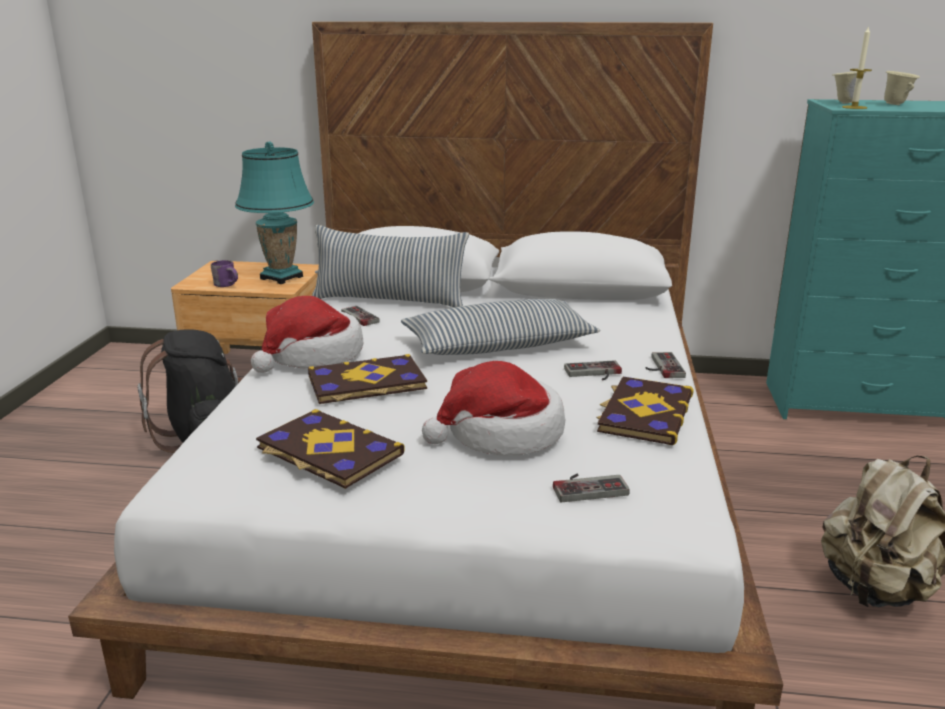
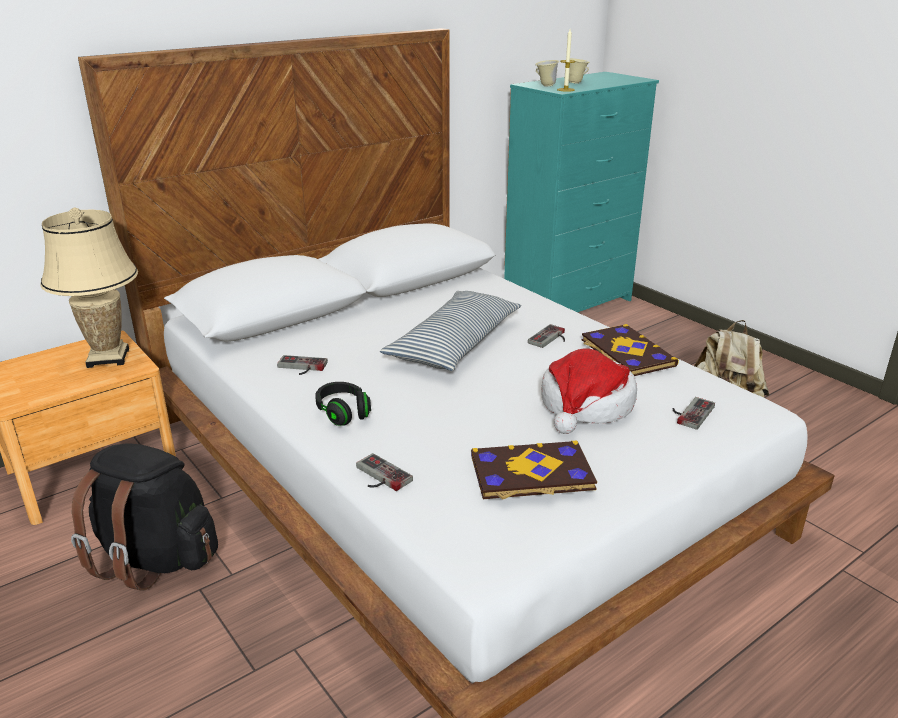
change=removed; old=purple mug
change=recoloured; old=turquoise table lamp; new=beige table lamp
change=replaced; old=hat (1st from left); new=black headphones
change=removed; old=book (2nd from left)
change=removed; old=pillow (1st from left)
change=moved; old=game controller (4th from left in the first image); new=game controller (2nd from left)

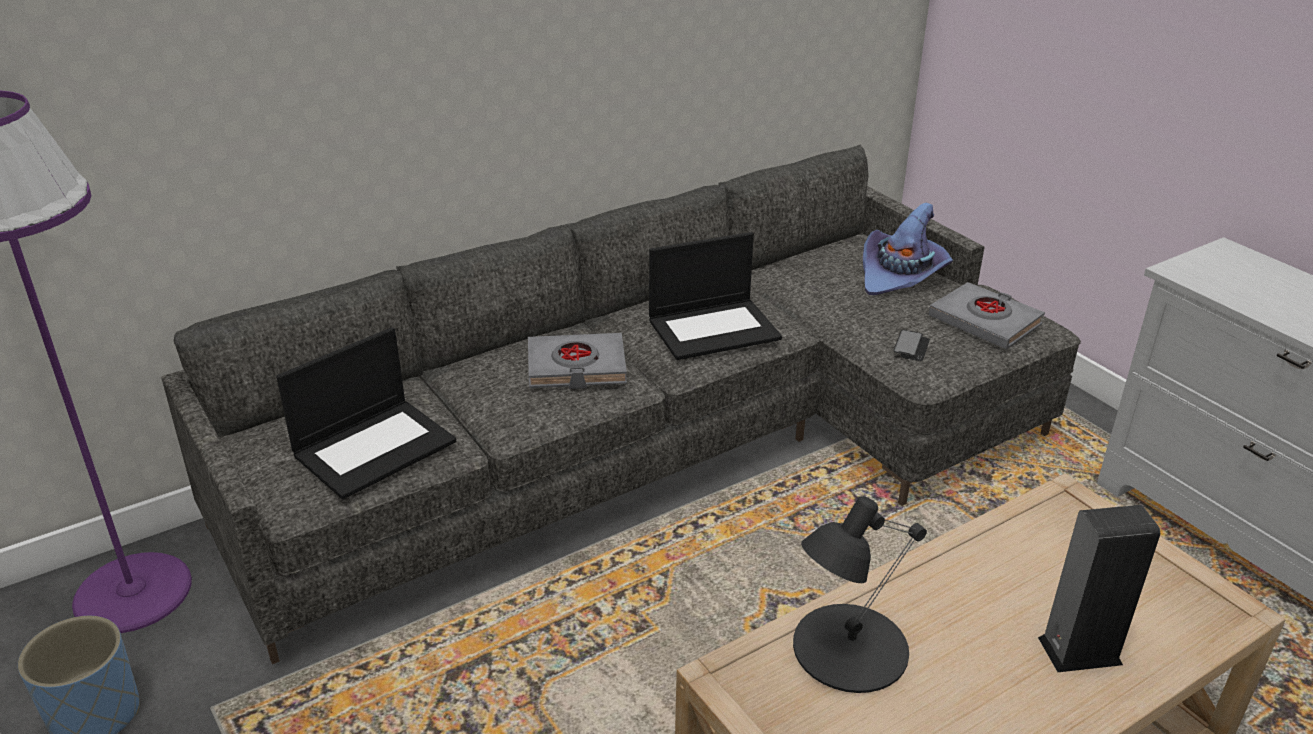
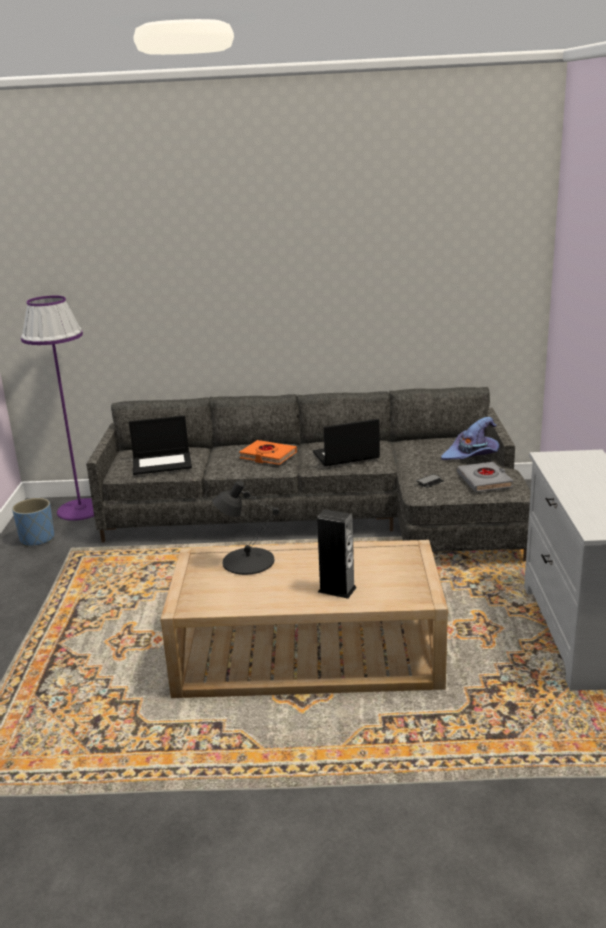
change=recoloured; old=grey book (1st from left); new=orange book
change=turned; old=laptop (2nd from left); degrees=150

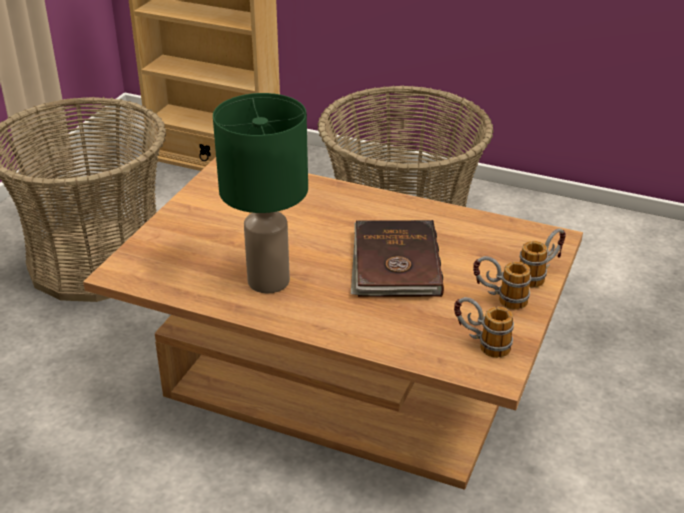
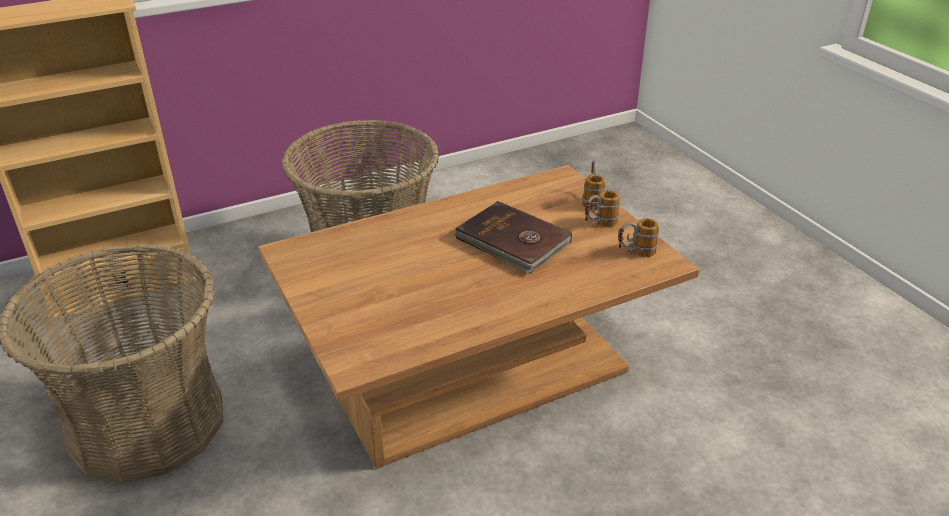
change=removed; old=green table lamp

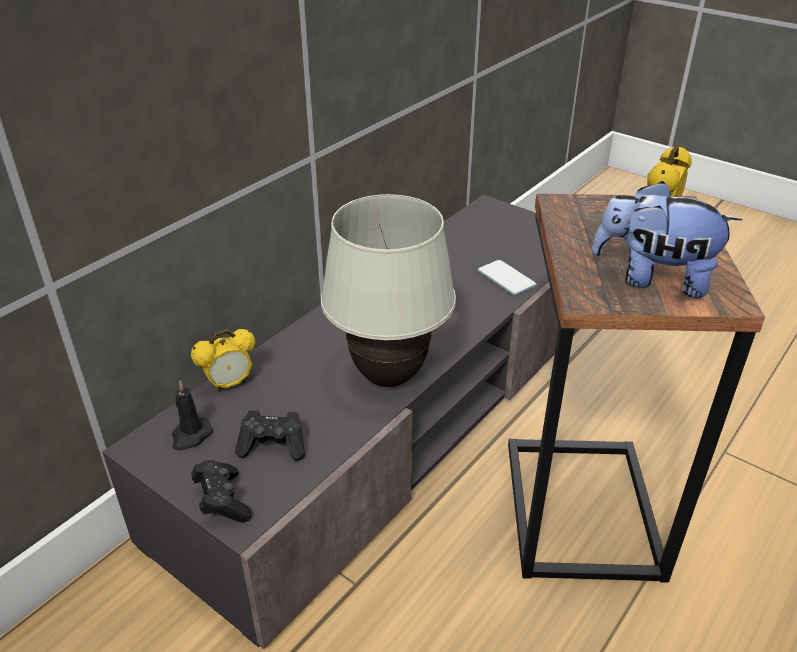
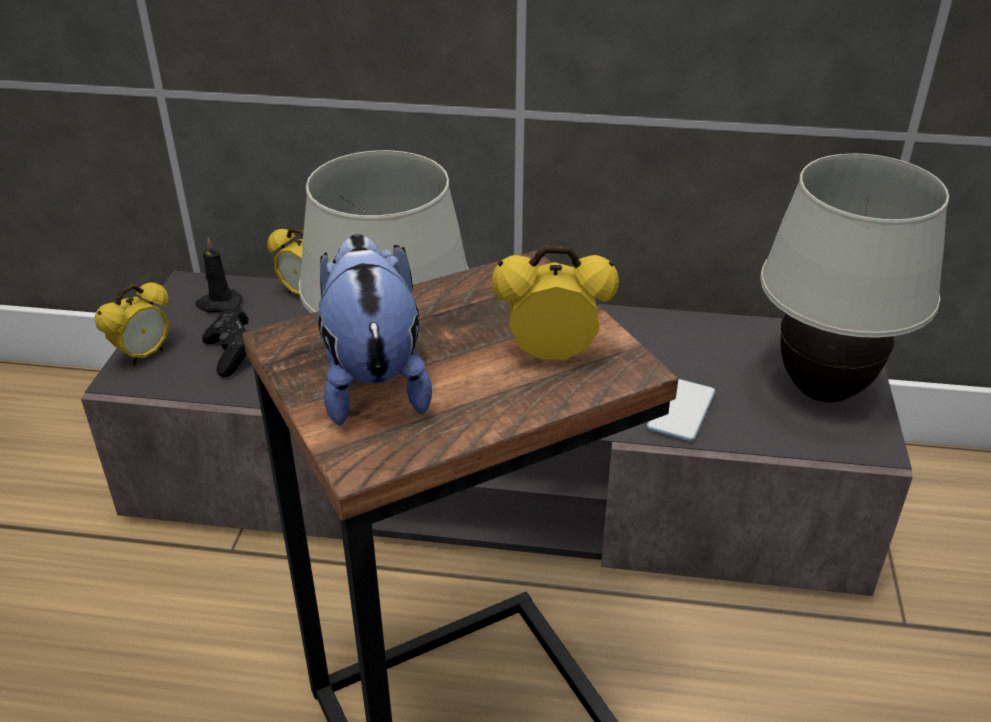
change=replaced; old=black game controller (1st from left); new=alarm clock (1st from left)
change=added; new=white table lamp (2nd from left)

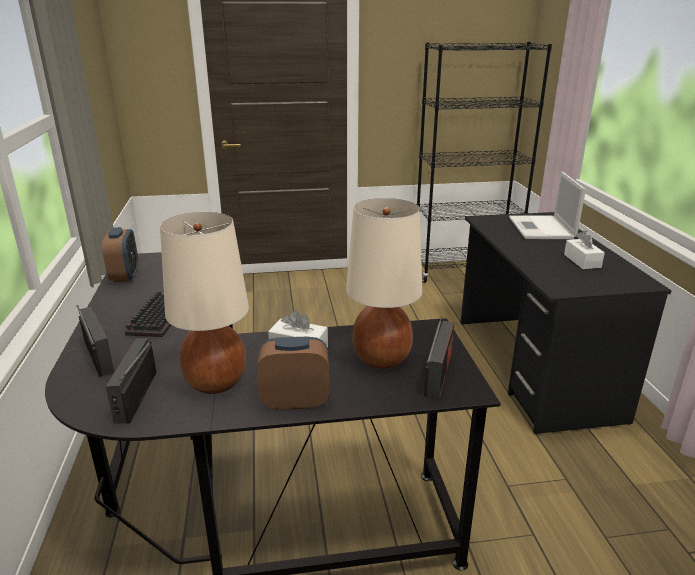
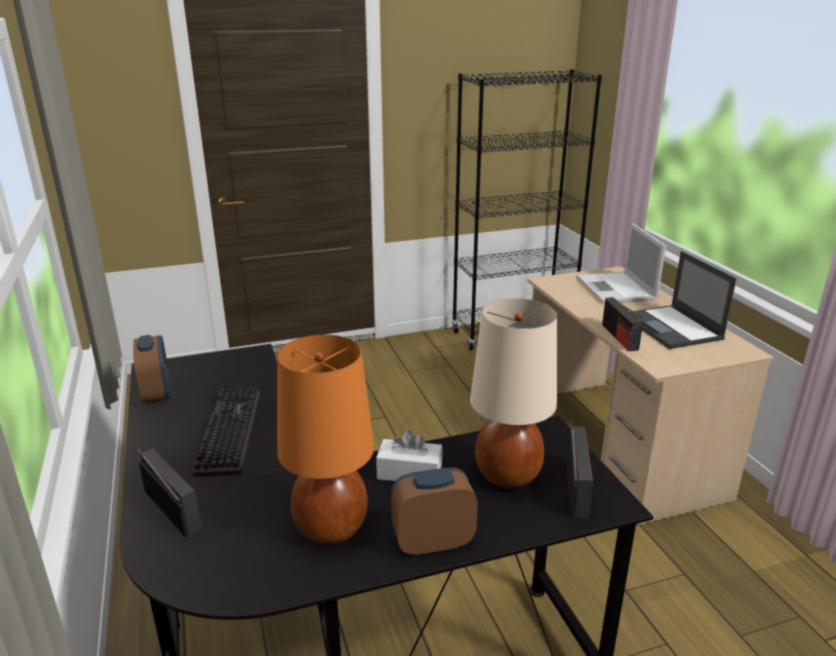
change=moved; old=radio (2nd from left in the first image); new=radio (3rd from left)
change=recoloured; old=beige table lamp (1st from left); new=orange table lamp
change=recoloured; old=black desk (2nd from left); new=beige desk
change=replaced; old=white tissue box (2nd from left); new=laptop (2nd from left)

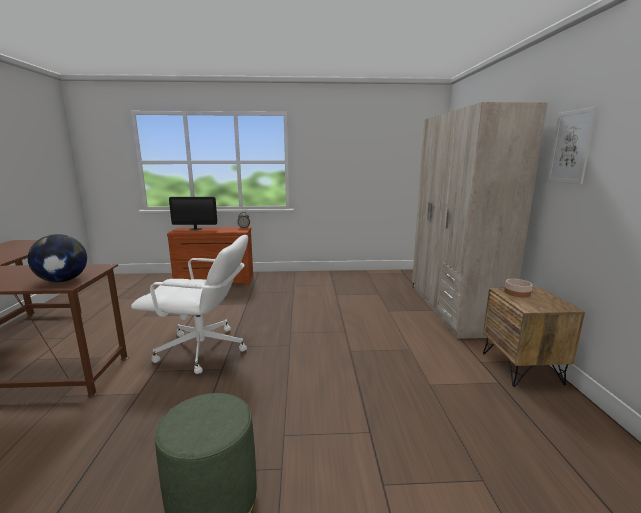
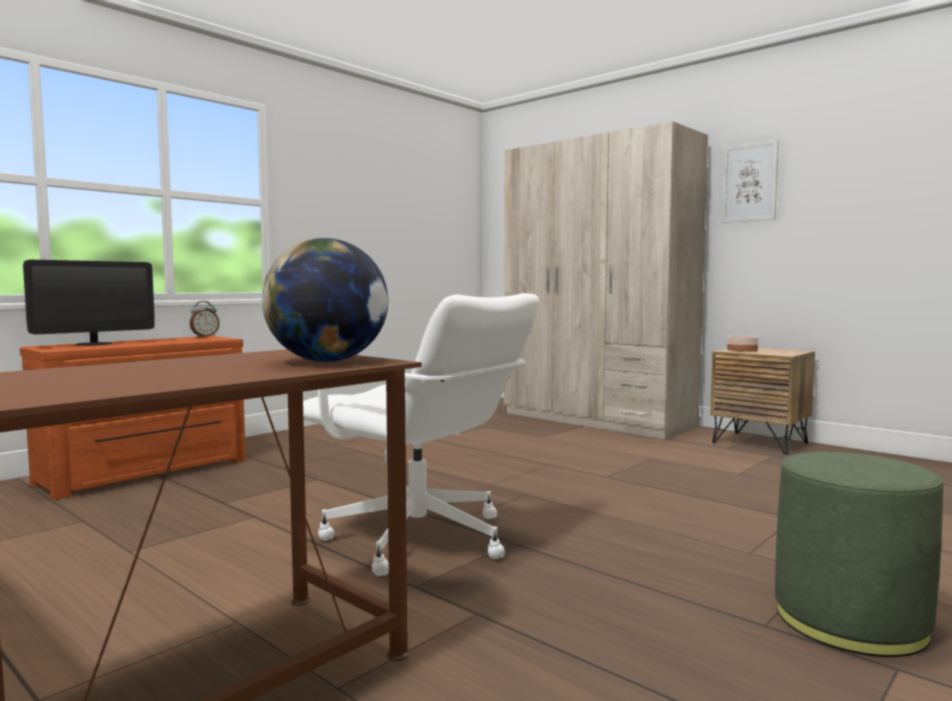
change=turned; old=white office chair; degrees=75

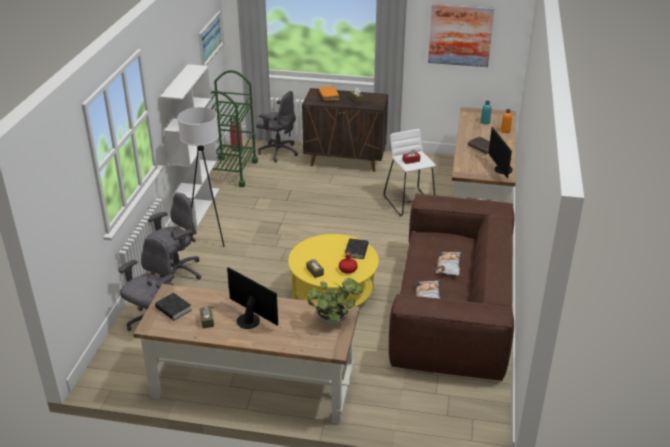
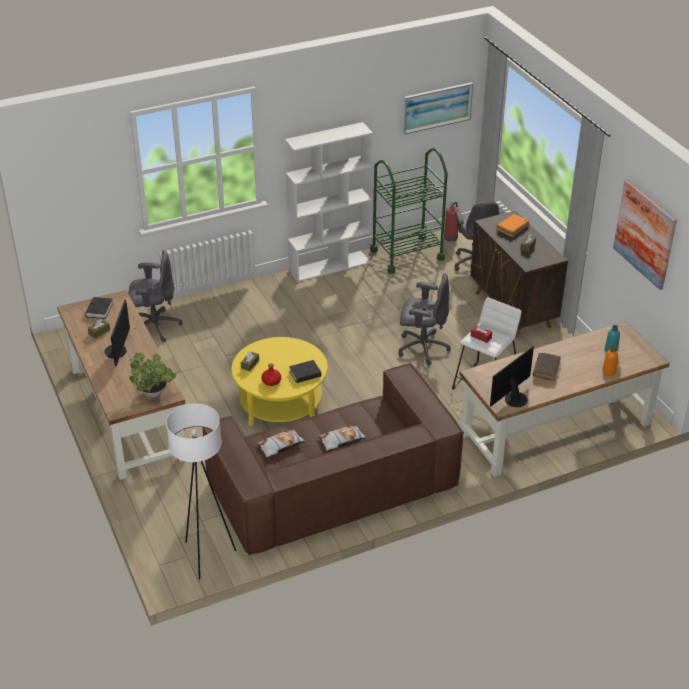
change=moved; old=grey office chair (2nd from left)
change=moved; old=white floor lamp

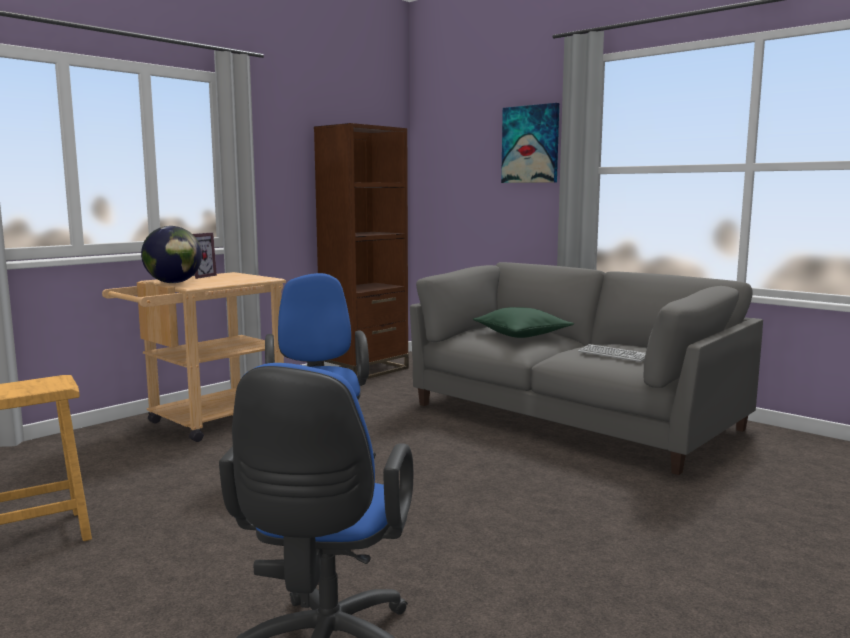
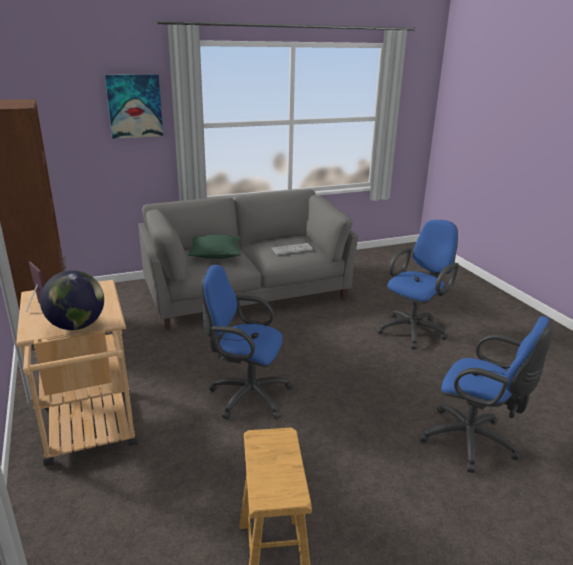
change=added; new=blue office chair (2nd from left)

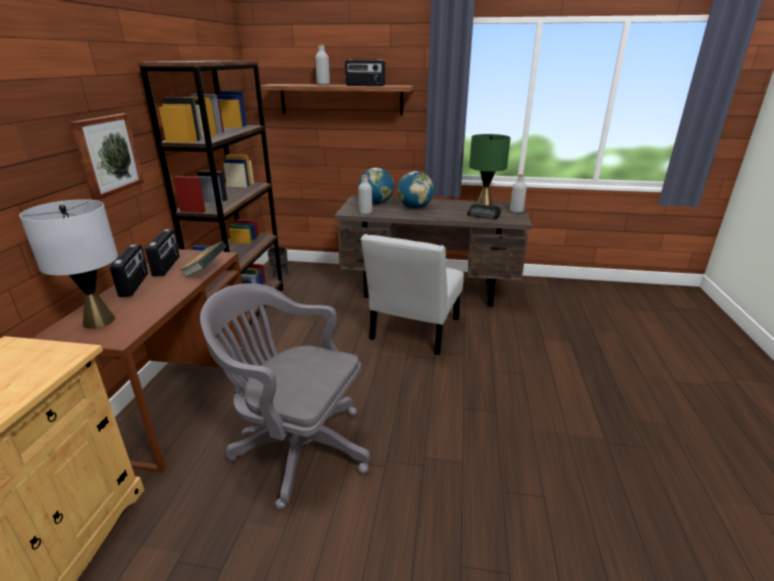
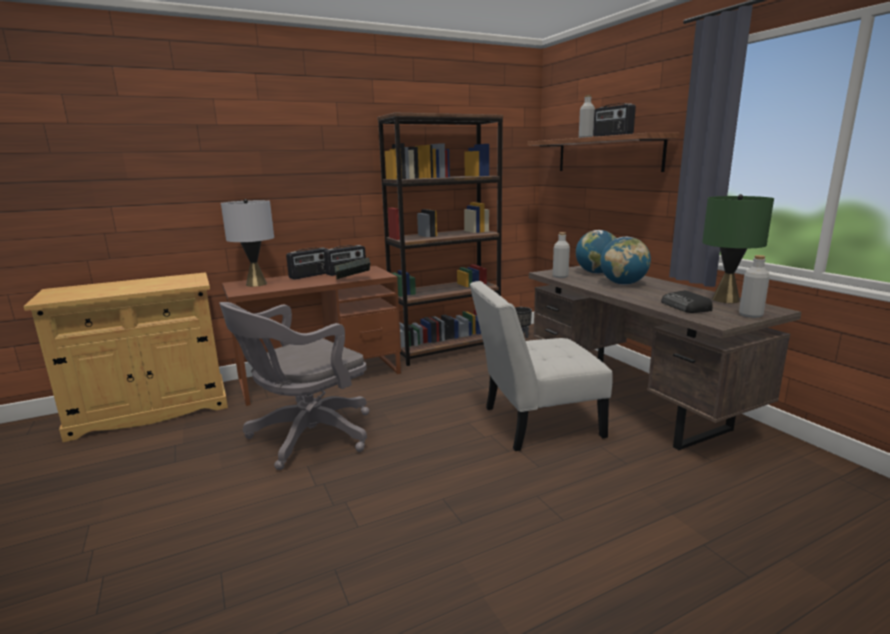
change=removed; old=picture
change=turned; old=grey office chair; degrees=-120

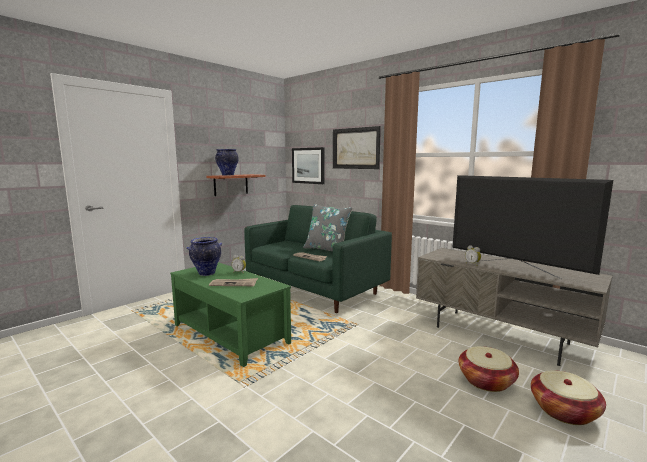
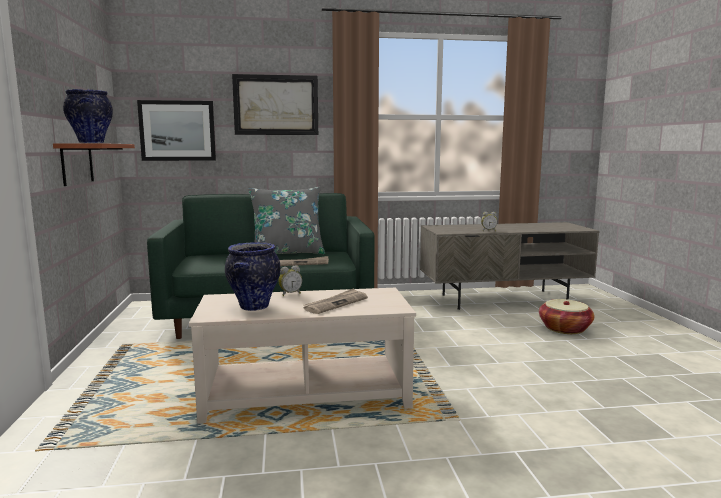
change=recoloured; old=green coffee table; new=beige coffee table
change=removed; old=television
change=removed; old=basket (2nd from left)

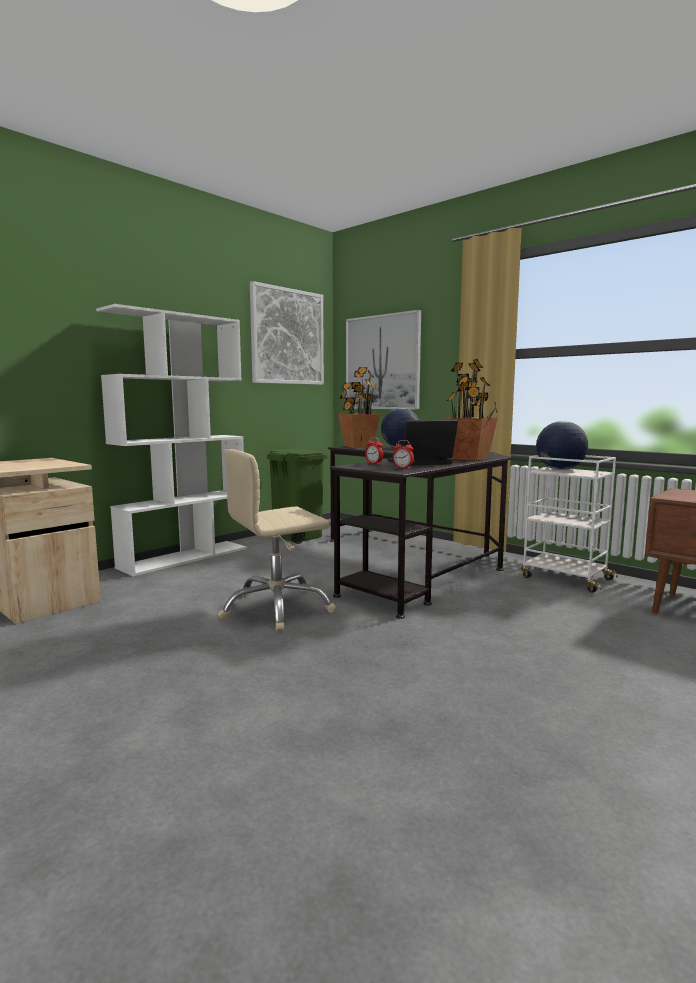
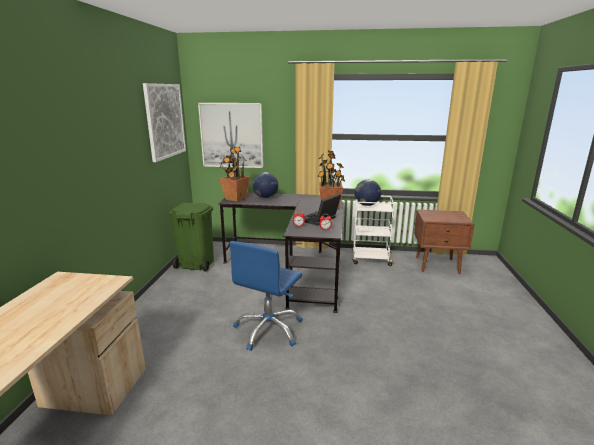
change=removed; old=white bookcase
change=recoloured; old=beige office chair; new=blue office chair

